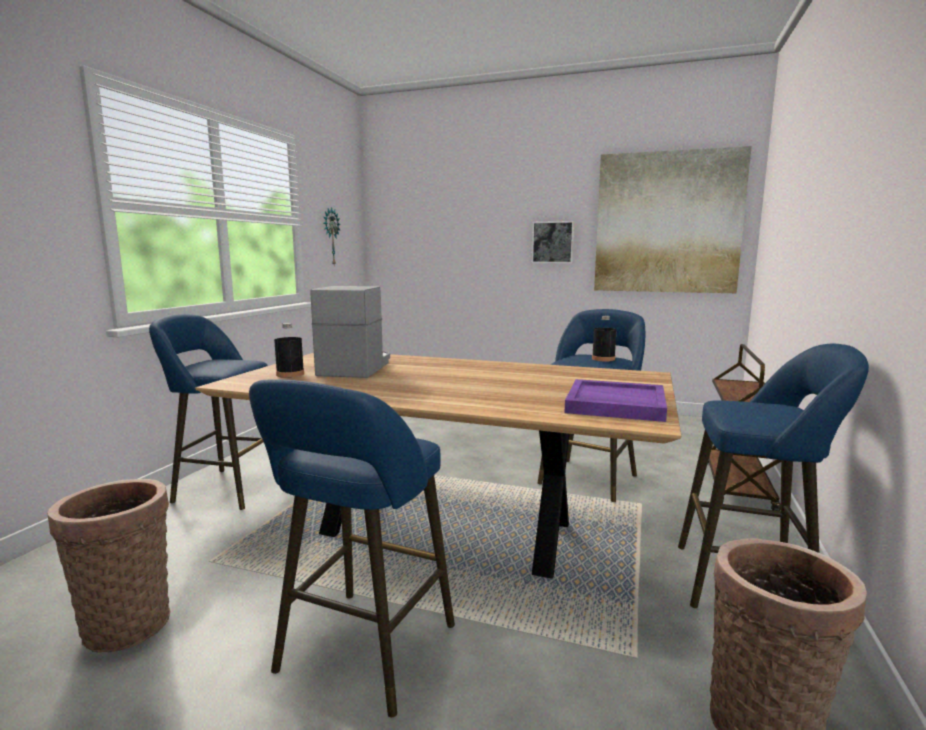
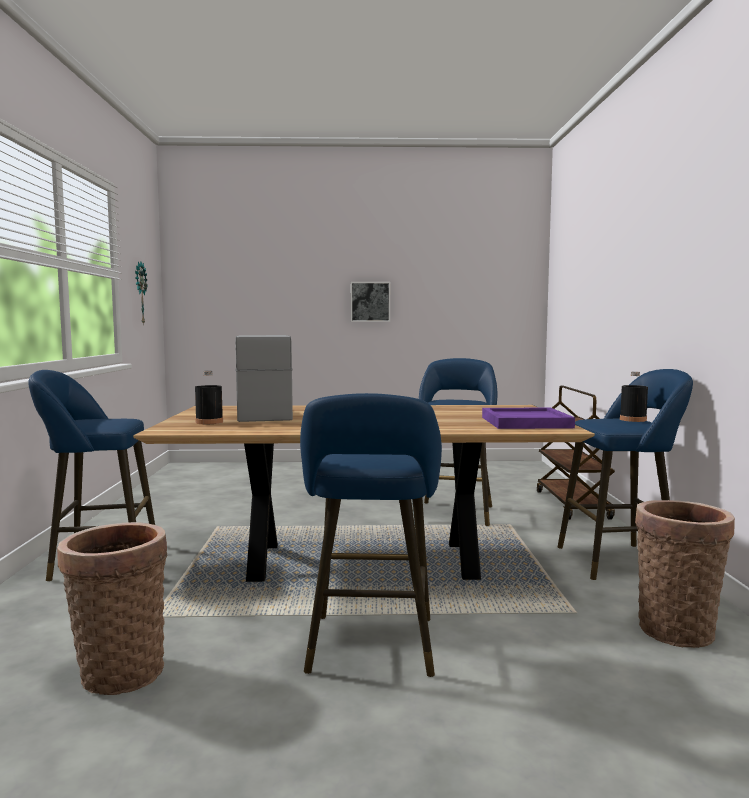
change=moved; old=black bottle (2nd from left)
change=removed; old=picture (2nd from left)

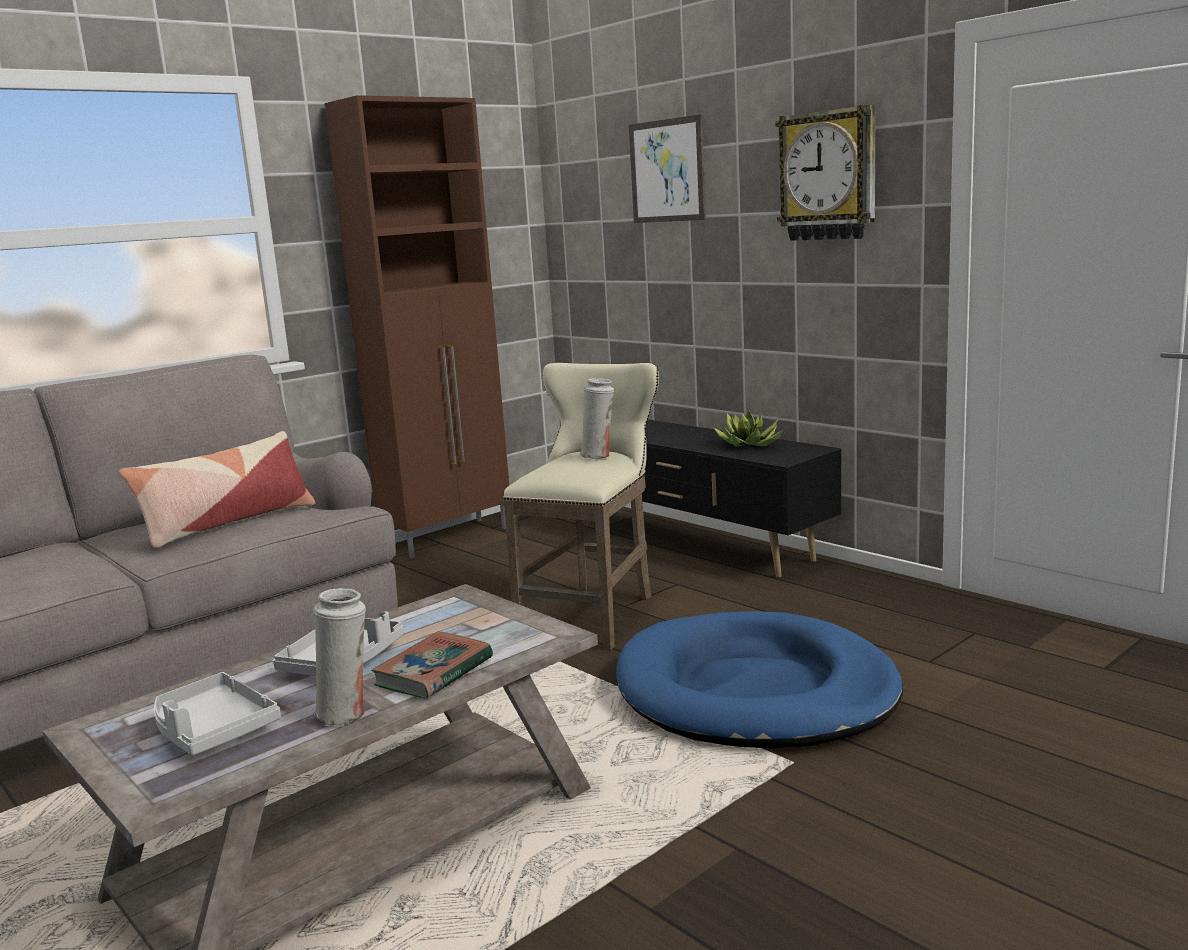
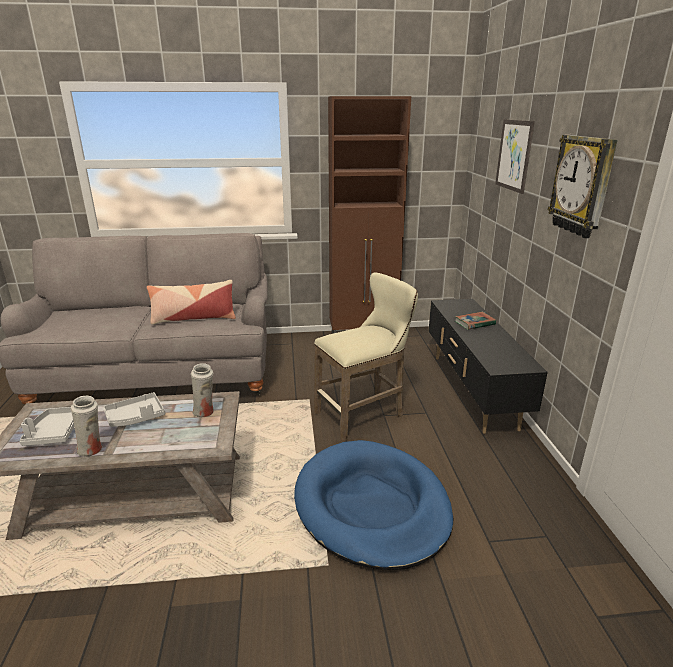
change=moved; old=book
change=moved; old=white vase (2nd from left)
change=removed; old=potted plant

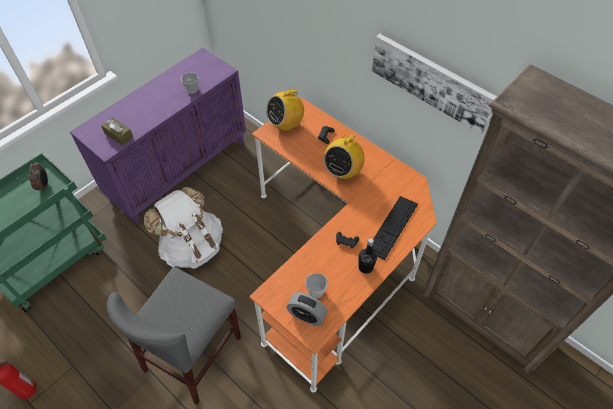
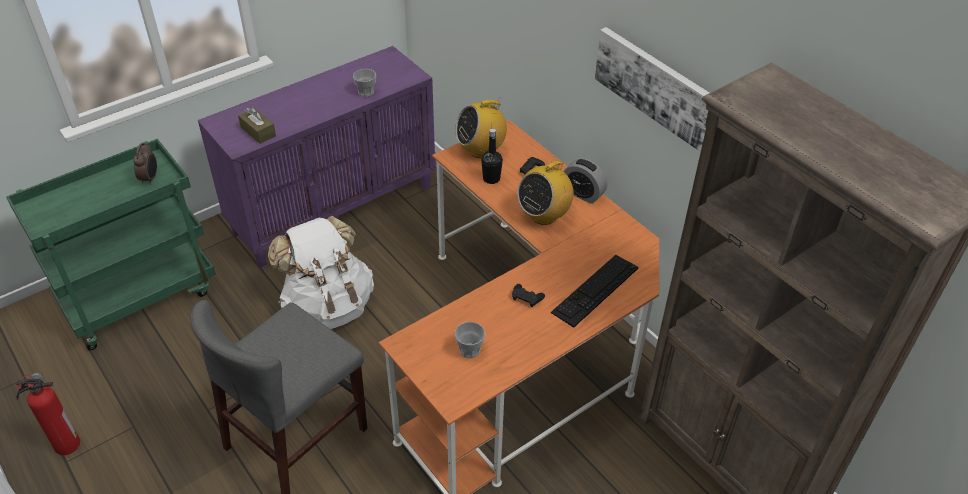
change=moved; old=alarm clock (2nd from left)
change=moved; old=black bottle

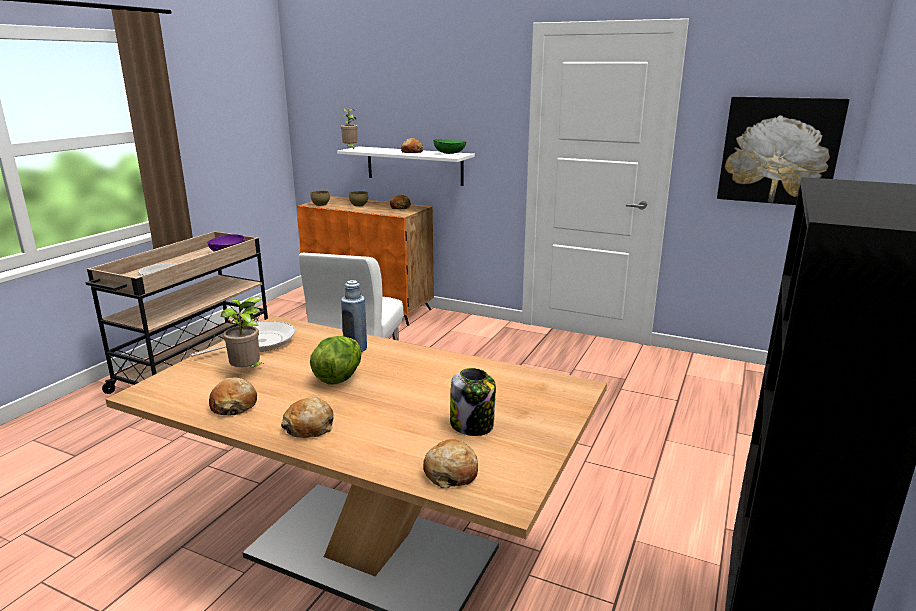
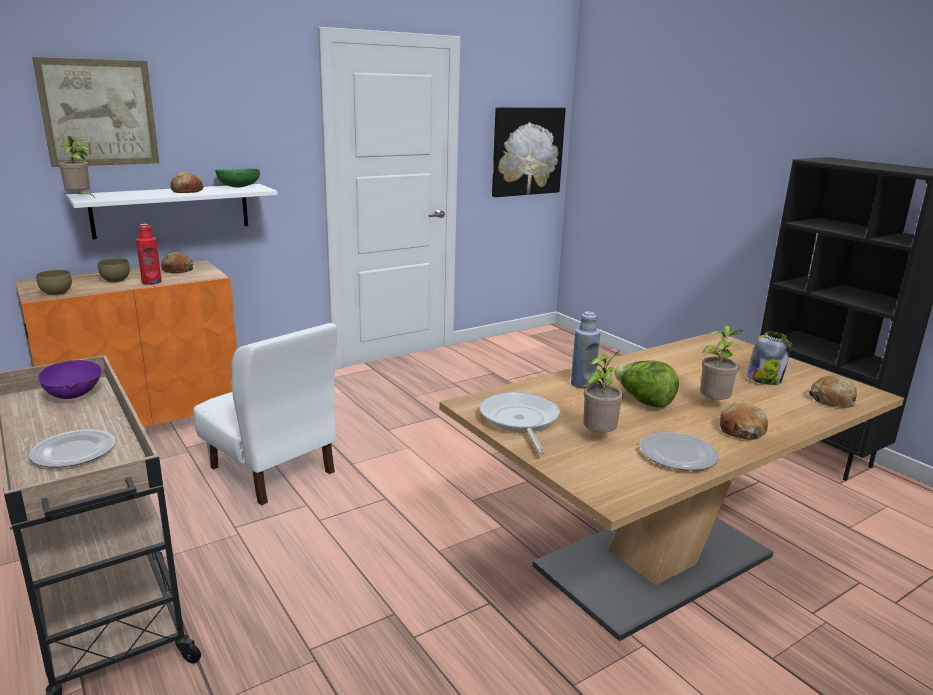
change=replaced; old=bread (1st from left); new=plate (2nd from left)
change=added; new=picture (1st from left)
change=added; new=red bottle
change=added; new=potted plant (3rd from left)

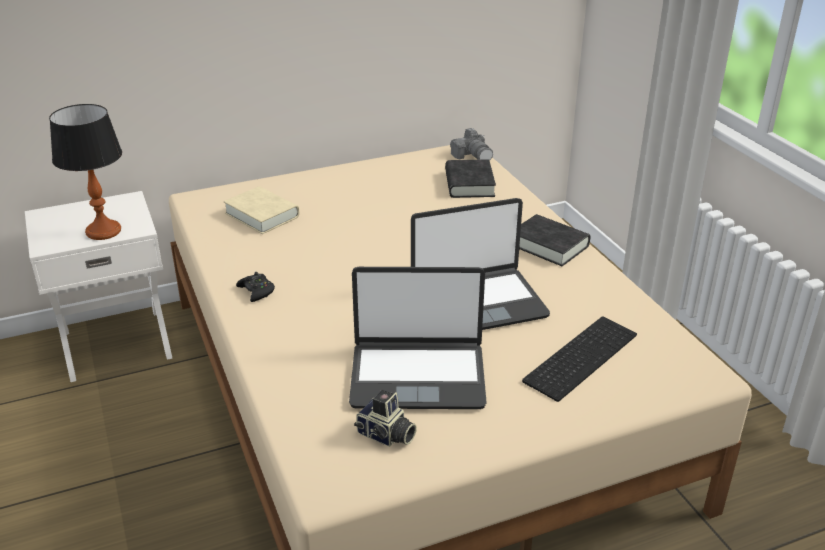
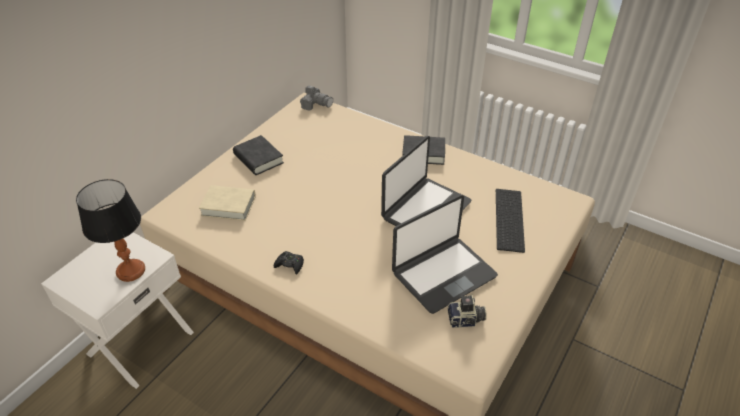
change=moved; old=black book (1st from left)

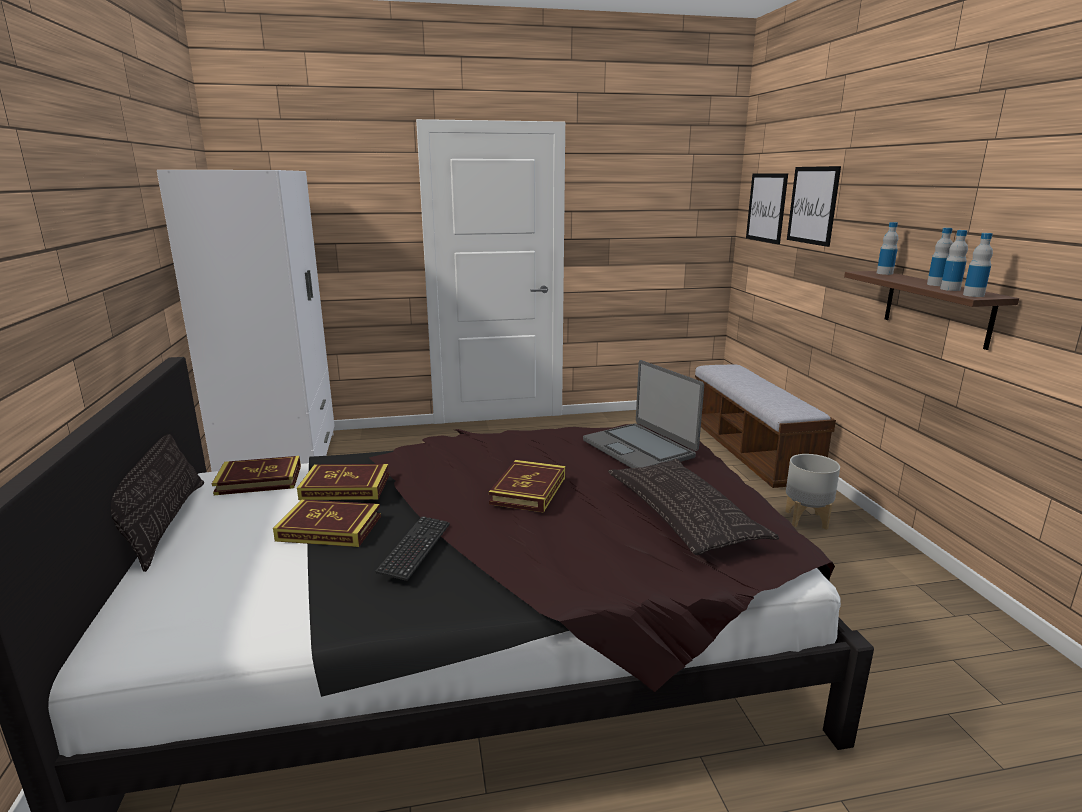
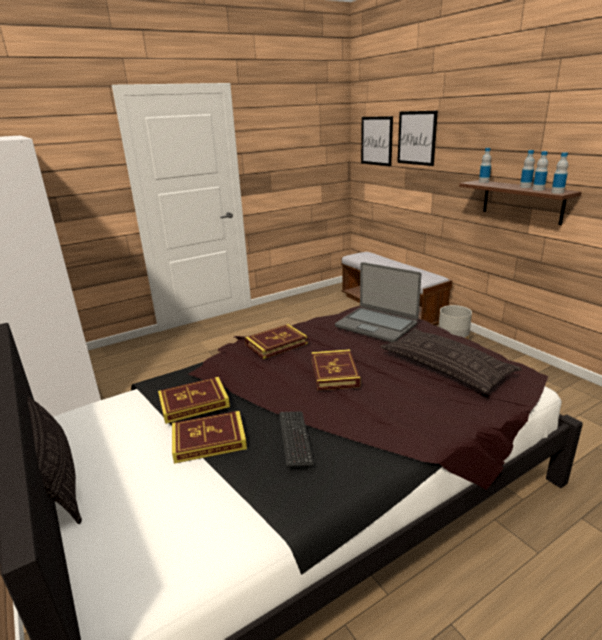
change=moved; old=book (1st from left in the first image); new=book (3rd from left)

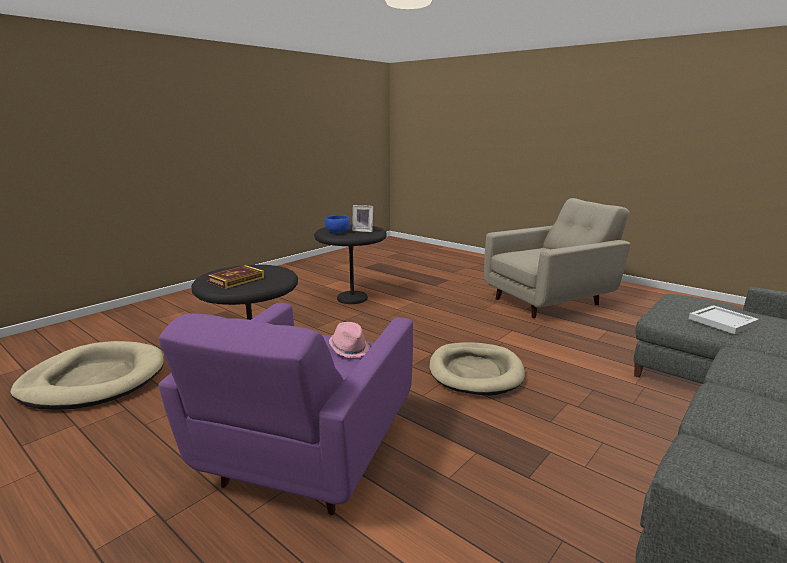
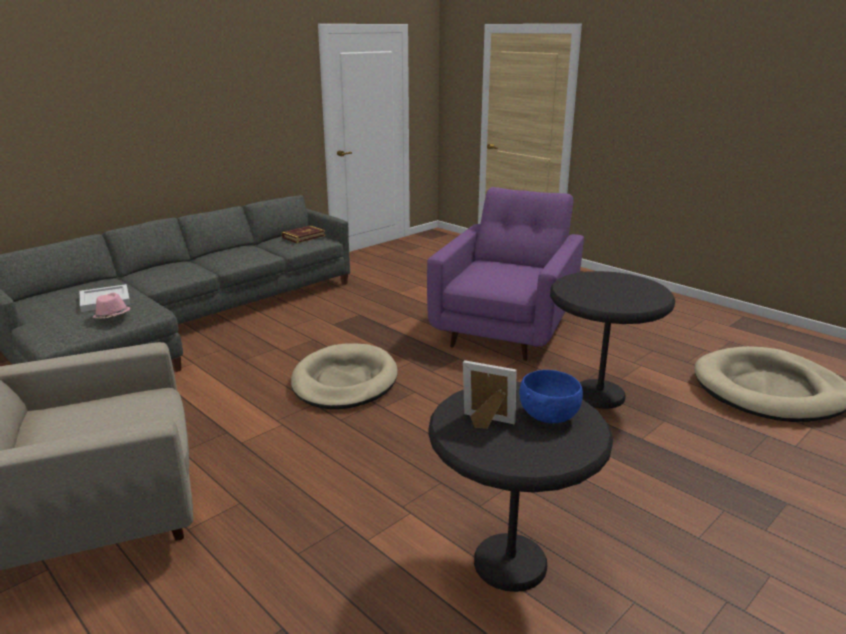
change=moved; old=book
change=moved; old=pink hat

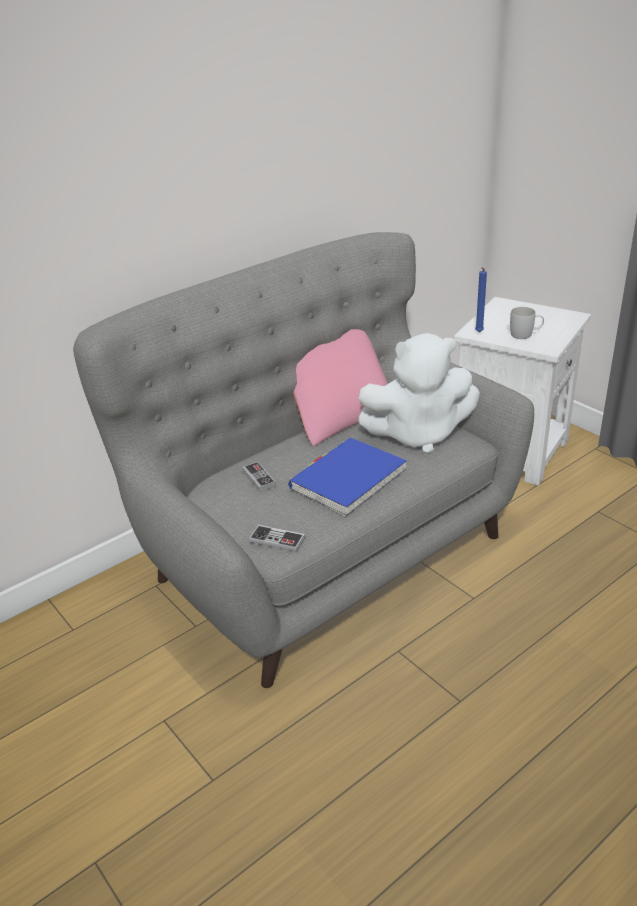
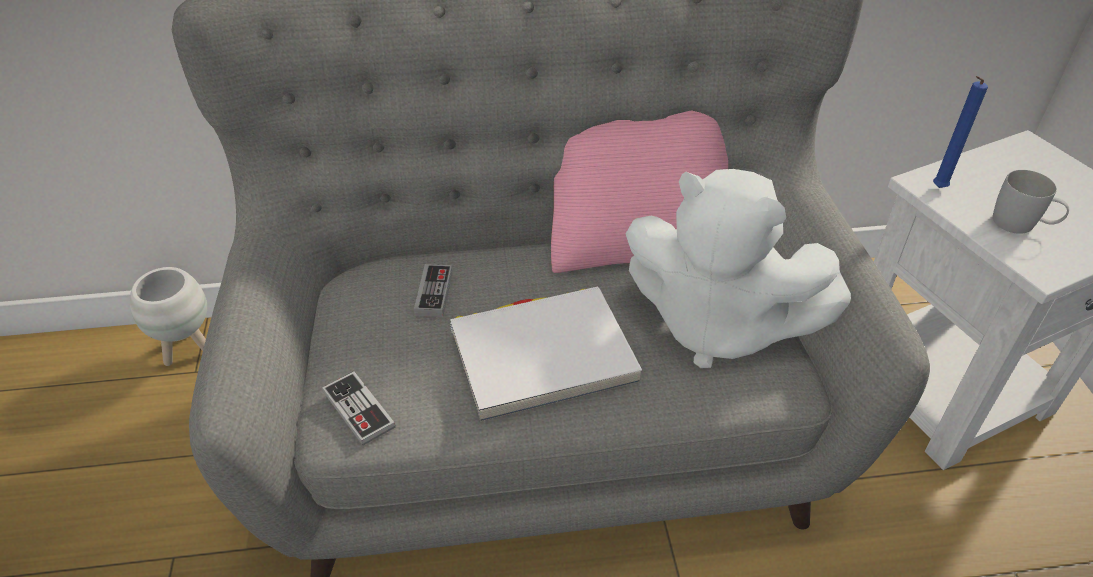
change=recoloured; old=blue book; new=white book
change=added; new=white planter

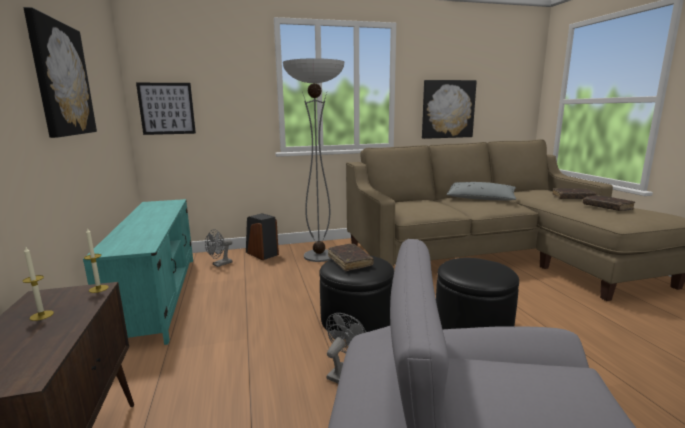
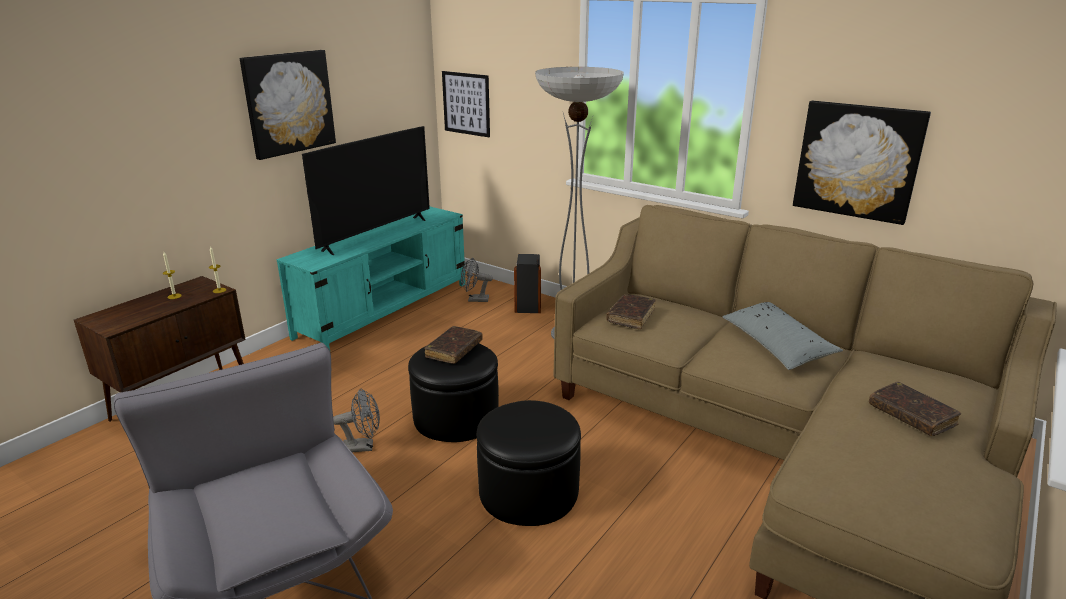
change=moved; old=brown book (3rd from left in the first image); new=brown book (2nd from left)
change=added; new=television

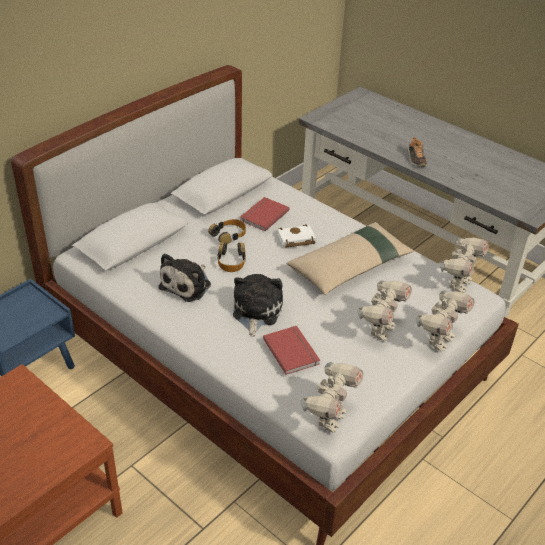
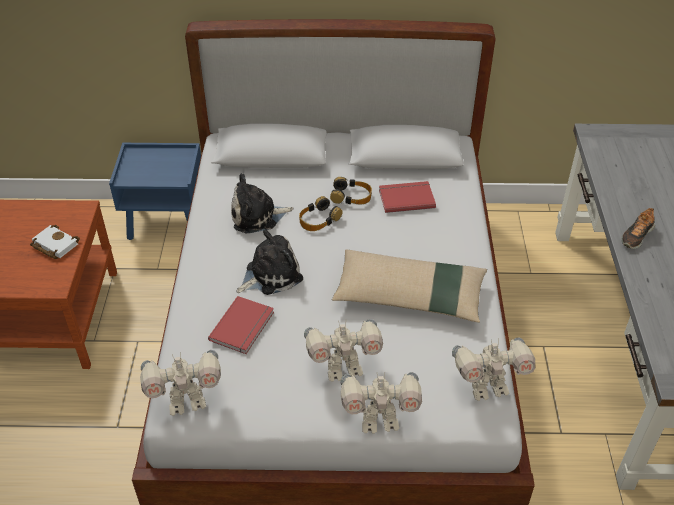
change=moved; old=white book

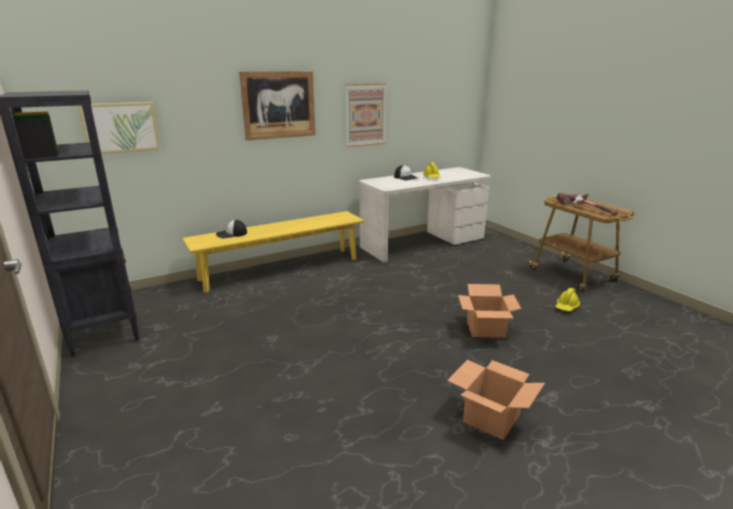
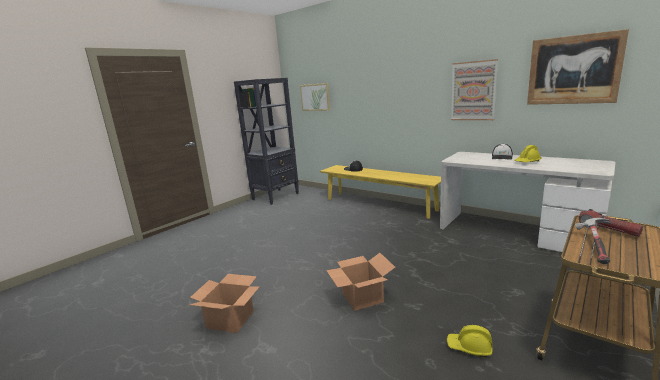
change=moved; old=picture (2nd from left in the first image); new=picture (3rd from left)

